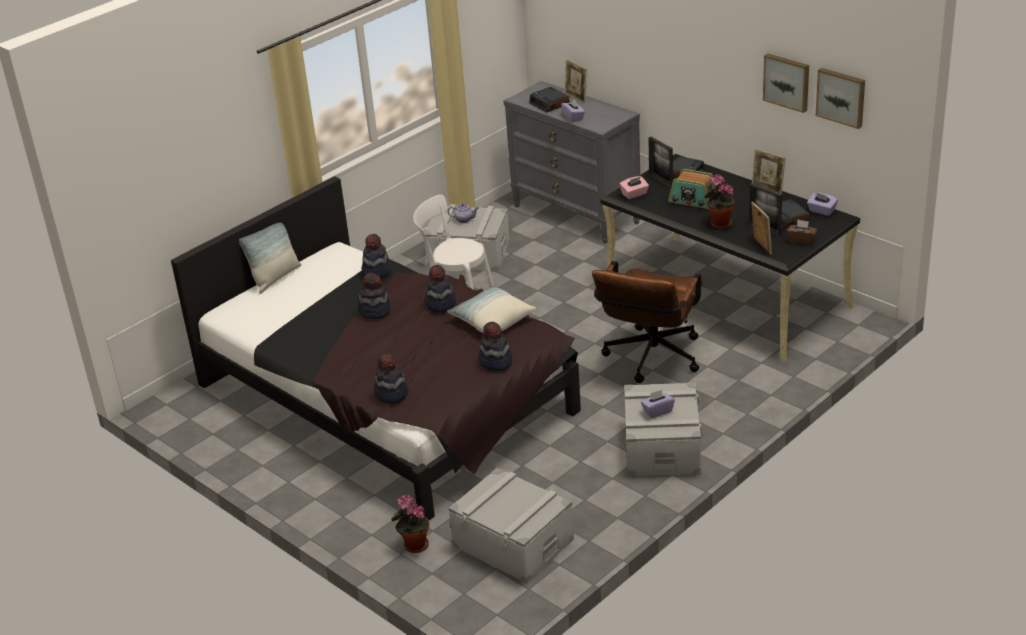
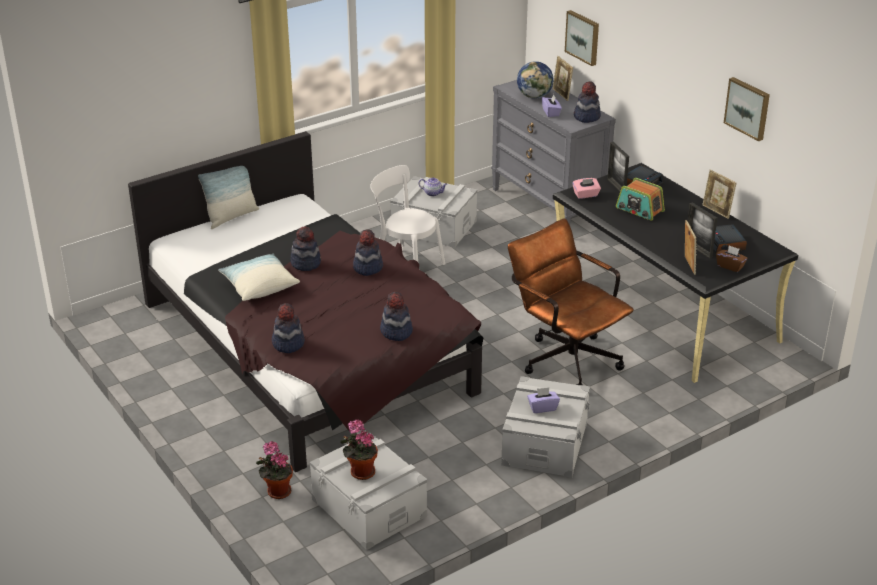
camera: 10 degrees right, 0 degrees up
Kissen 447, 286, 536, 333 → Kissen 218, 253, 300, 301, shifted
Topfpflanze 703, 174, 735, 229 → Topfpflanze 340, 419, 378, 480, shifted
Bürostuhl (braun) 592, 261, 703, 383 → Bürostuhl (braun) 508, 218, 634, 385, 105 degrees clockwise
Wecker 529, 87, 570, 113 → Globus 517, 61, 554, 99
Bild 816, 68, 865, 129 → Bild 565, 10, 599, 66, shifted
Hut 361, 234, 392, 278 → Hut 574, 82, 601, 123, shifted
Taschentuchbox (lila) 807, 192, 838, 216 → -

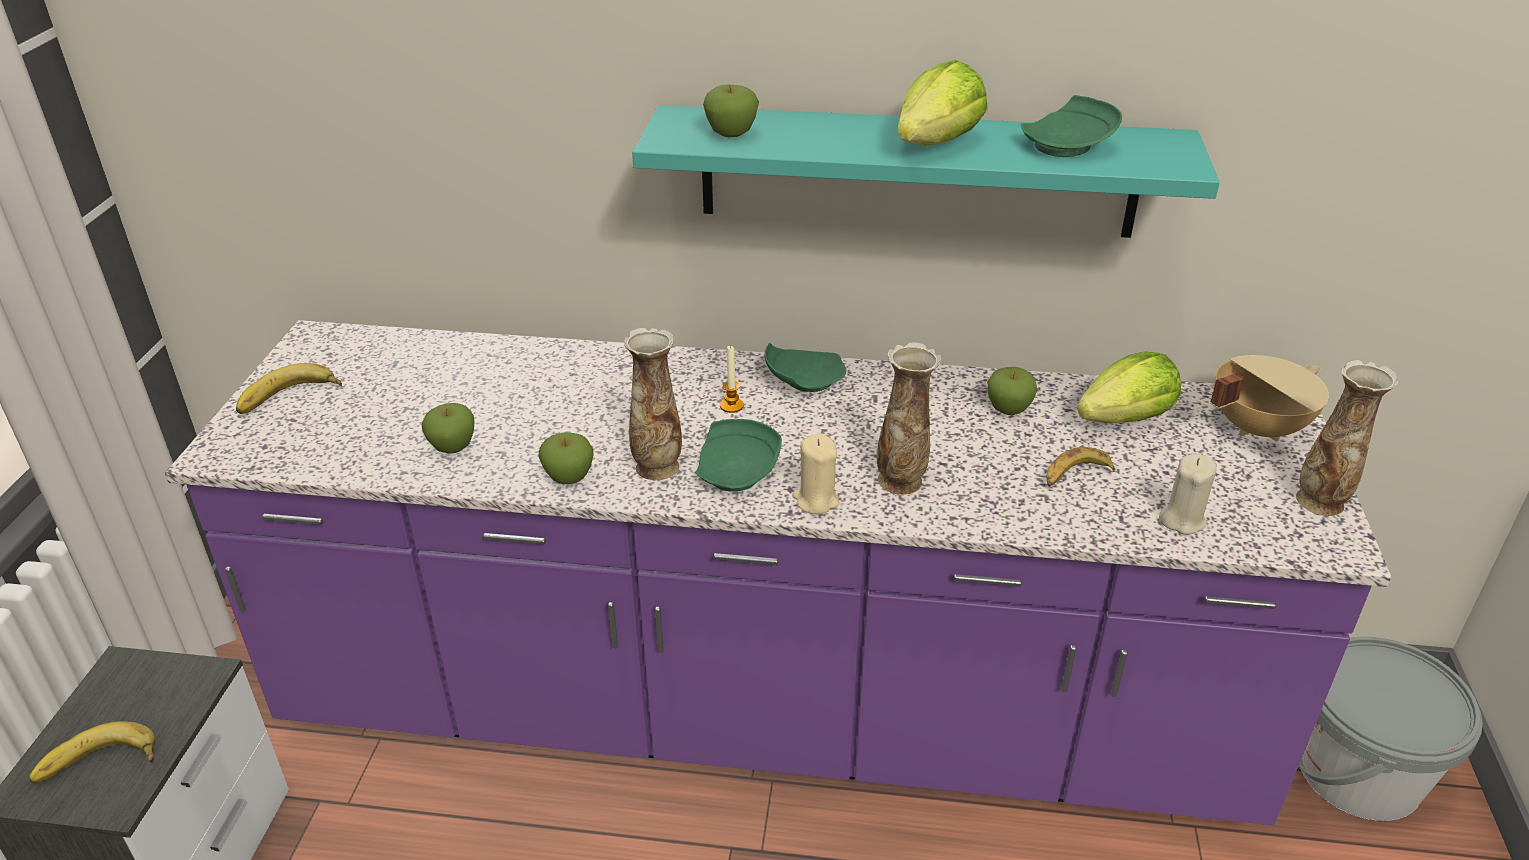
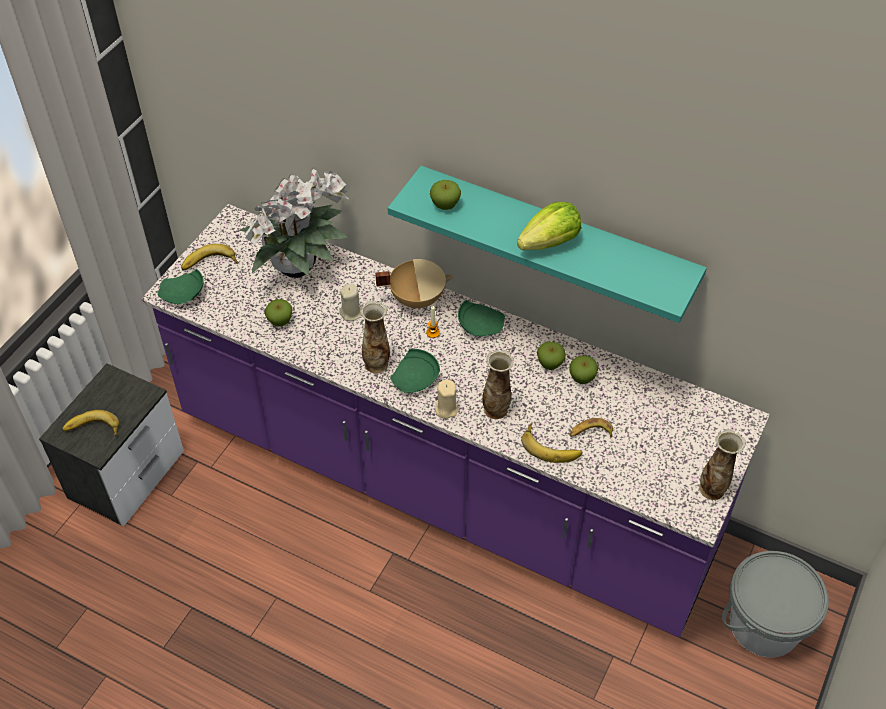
camera: 20 degrees right, 15 degrees up
Teller (grün) 1021, 95, 1122, 157 → Teller (grün) 158, 269, 204, 304, shifted
- → Topfpflanze 238, 169, 350, 278
Kerze (beige) 1159, 453, 1217, 535 → Kerze (beige) 339, 284, 362, 321, shifted
Kochtopf (beige) 1210, 355, 1329, 442 → Kochtopf (beige) 375, 259, 453, 309, shifted
- → Banane 521, 422, 582, 463
Apfel 539, 433, 593, 484 → Apfel 537, 341, 566, 370, shifted
Salatkopf 1077, 351, 1181, 423 → -

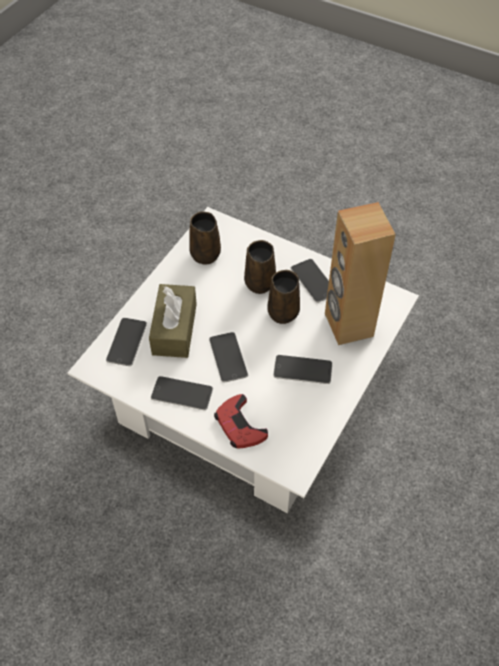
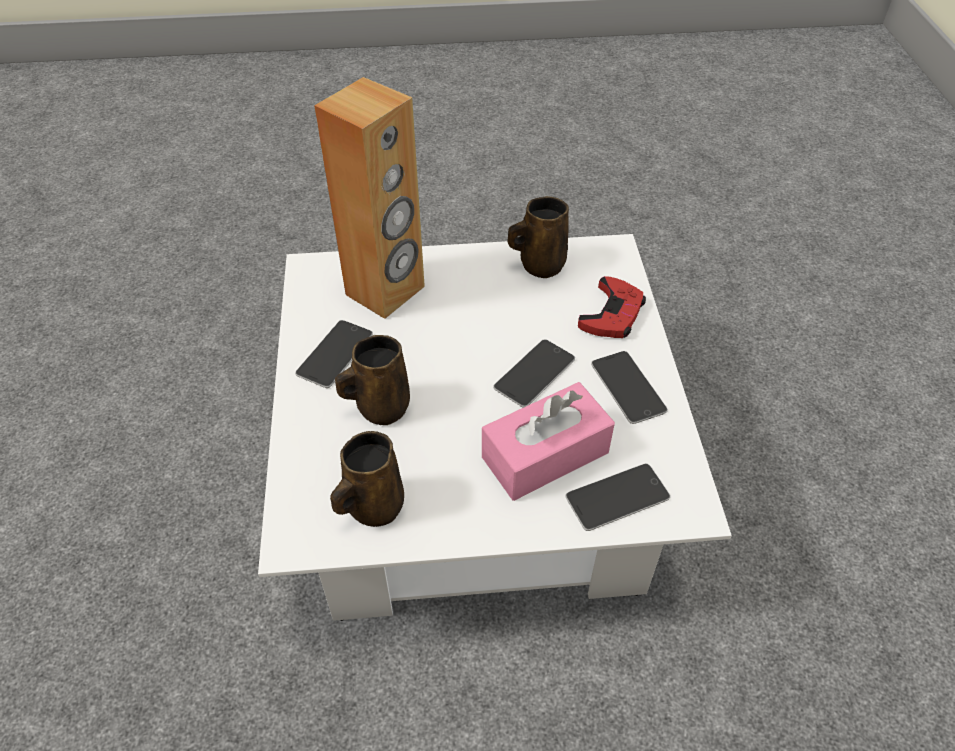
camera: 125 degrees left, 5 degrees down
Taschentuchbox (braun) 149, 284, 197, 358 → Taschentuchbox (rosa) 482, 382, 615, 501
Henkelbecher (braun) 267, 270, 300, 324 → Henkelbecher (braun) 508, 196, 569, 278, shifted
Handy 273, 355, 332, 384 → -

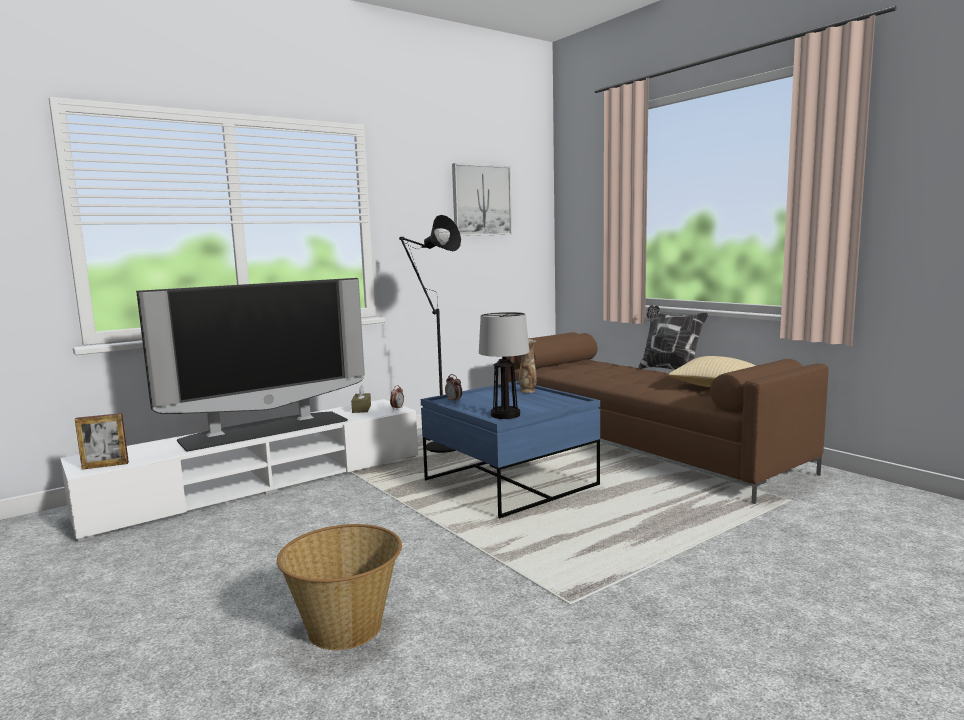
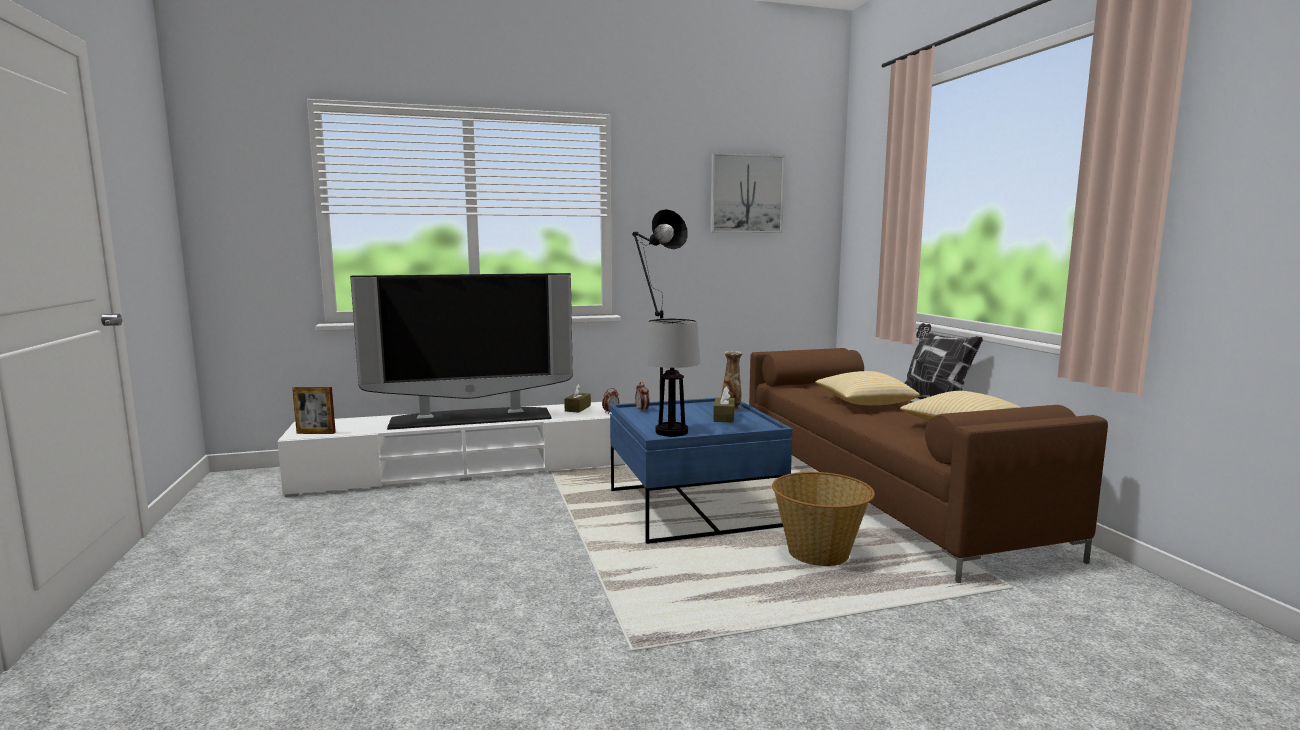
camera: 20 degrees right, 0 degrees up
- → Taschentuchbox (braun) 713, 386, 735, 423
Korb 277, 524, 402, 650 → Korb 772, 472, 875, 566, shifted
- → Kissen 815, 371, 920, 405

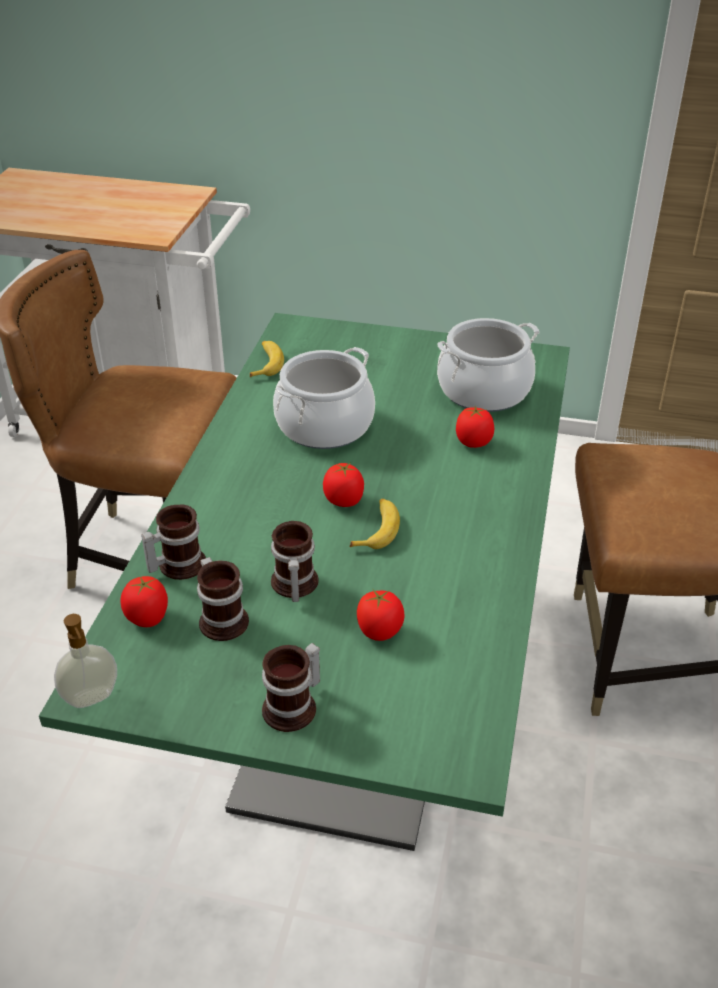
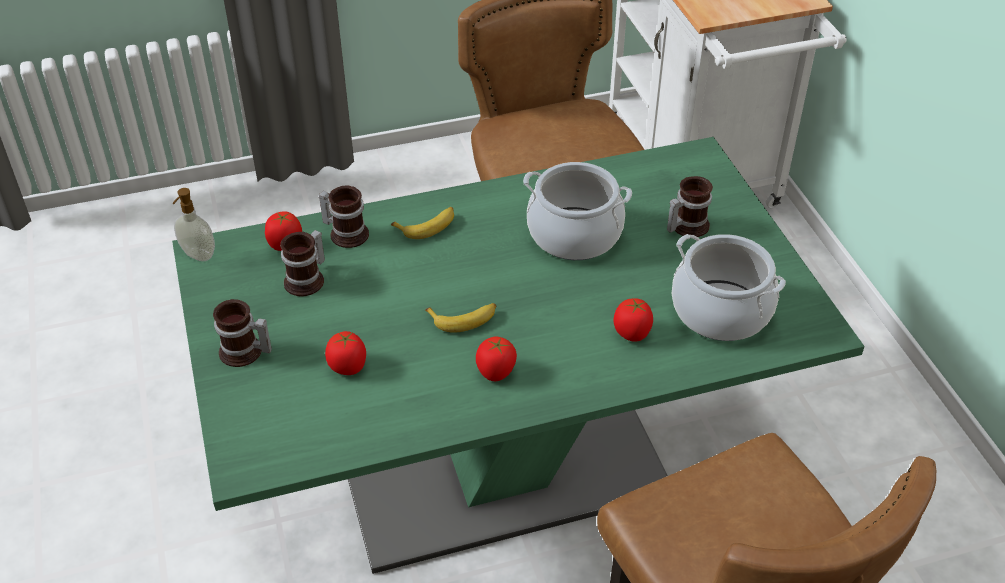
camera: 60 degrees right, 5 degrees up
Banane 250, 341, 284, 377 → Banane 391, 207, 454, 239, shifted
Tomate 323, 463, 364, 507 → Tomate 476, 337, 517, 381, shifted
Henkelbecher 271, 521, 319, 602 → Henkelbecher 667, 176, 713, 237, shifted

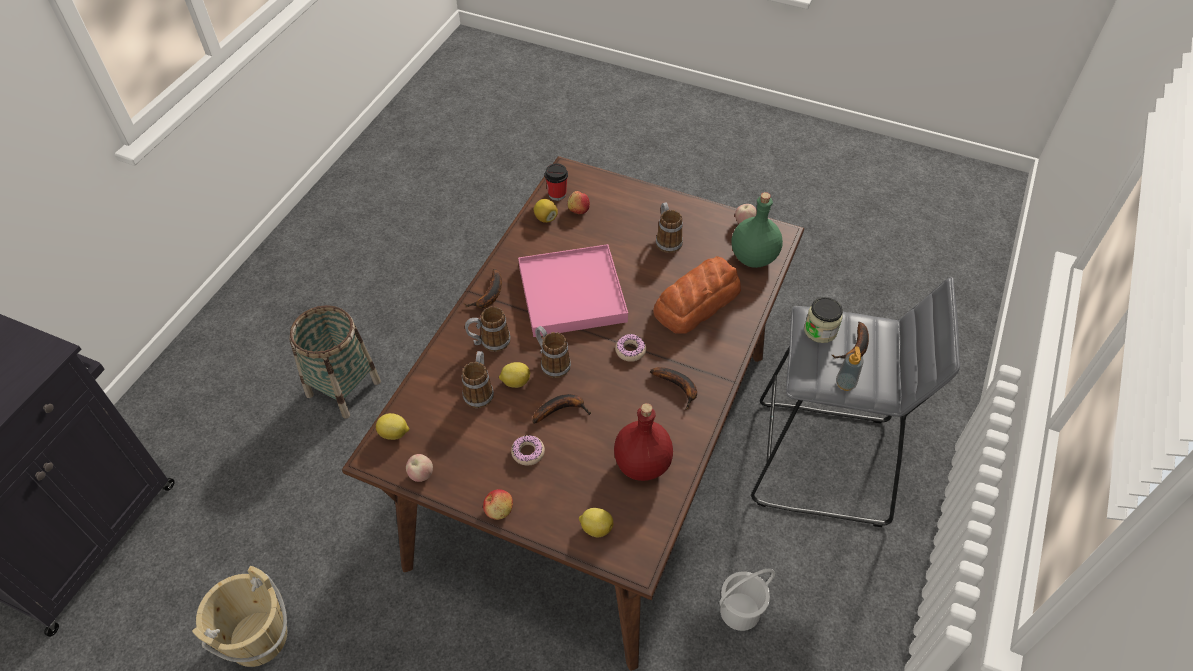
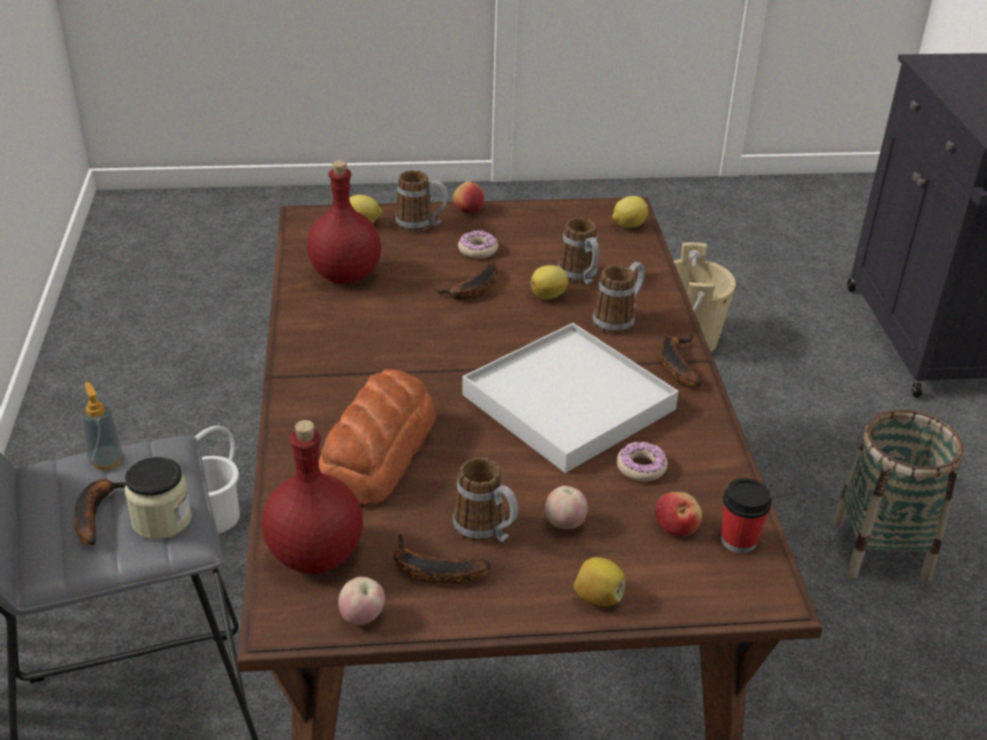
camera: 150 degrees right, 15 degrees down
Flasche (grün) 731, 192, 783, 268 → Flasche (rot) 262, 420, 363, 574
Banane 650, 367, 697, 410 → Banane 394, 533, 491, 584, shifted
Henkelbecher 535, 326, 571, 378 → Henkelbecher 395, 170, 448, 232, shifted
Tablett (rosa) 518, 244, 628, 337 → Tablett (weiß) 462, 323, 679, 473
Apfel 406, 454, 433, 482 → Apfel 545, 486, 588, 529, shifted
Zitrone 534, 199, 558, 223 → Zitrone 574, 557, 625, 606, shifted
Donut 615, 334, 646, 362 → Donut 616, 442, 668, 482, shifted

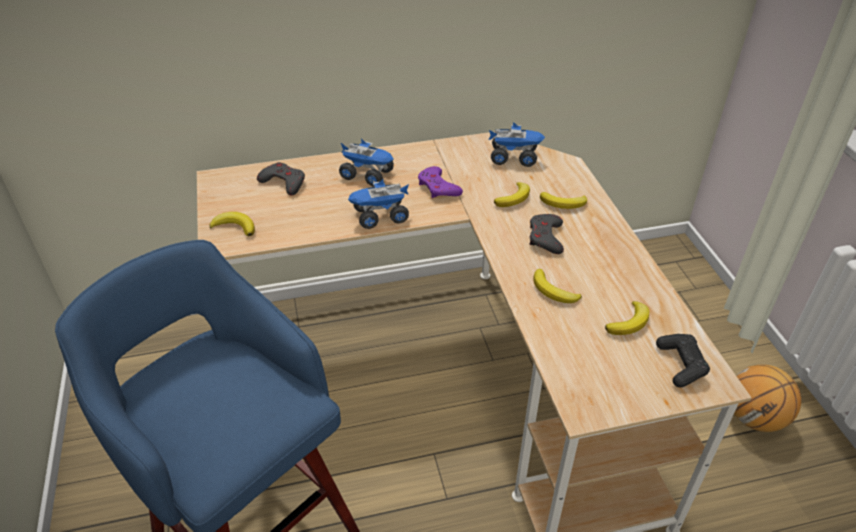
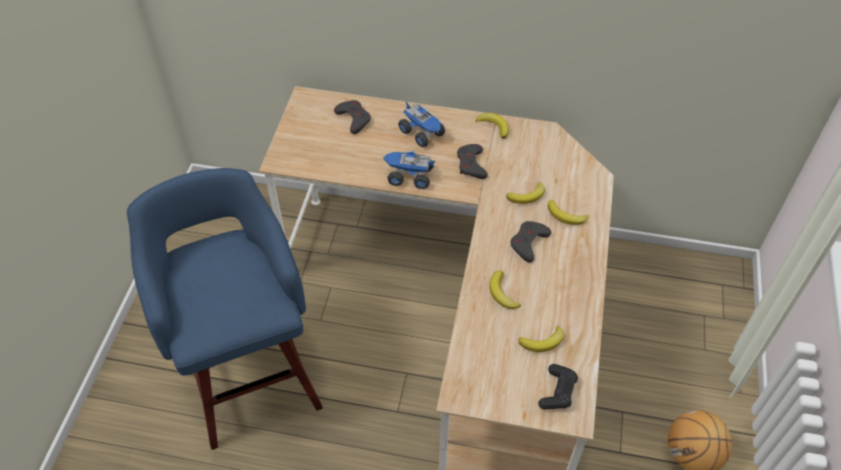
camera: 25 degrees right, 10 degrees up
Gamepad (lila) 418, 166, 463, 198 → Gamepad (grau) 457, 144, 488, 179
Banane 209, 212, 255, 236 → Banane 476, 113, 509, 138, shifted
Spielzeuglaster 489, 122, 545, 167 → -

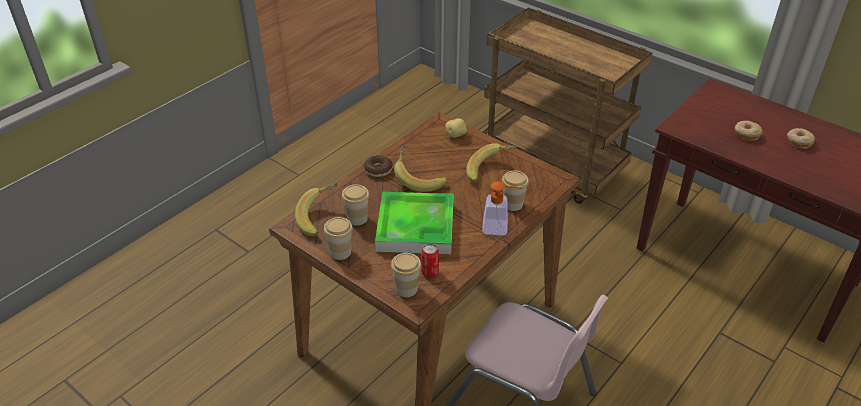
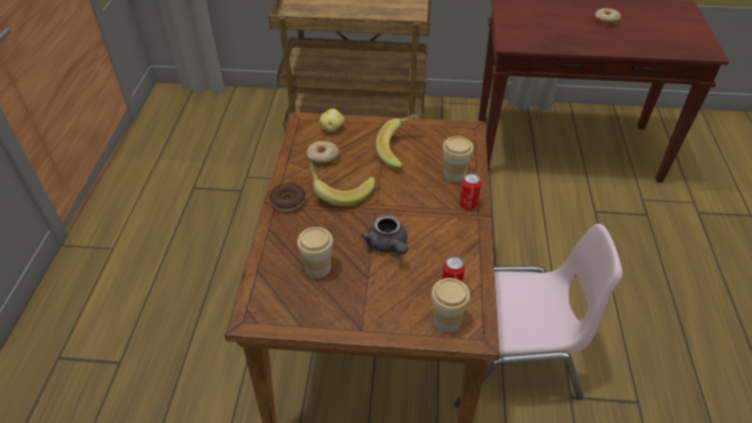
camera: 35 degrees left, 5 degrees up
Donut 735, 121, 763, 141 → Donut 307, 141, 340, 167, shifted
Tablett 375, 192, 454, 254 → Teekanne (grau) 362, 215, 408, 255
Seifenspender 482, 181, 522, 236 → Dose 459, 173, 481, 210
Banane 295, 183, 338, 236 → -
Tasse 324, 217, 353, 260 → -

